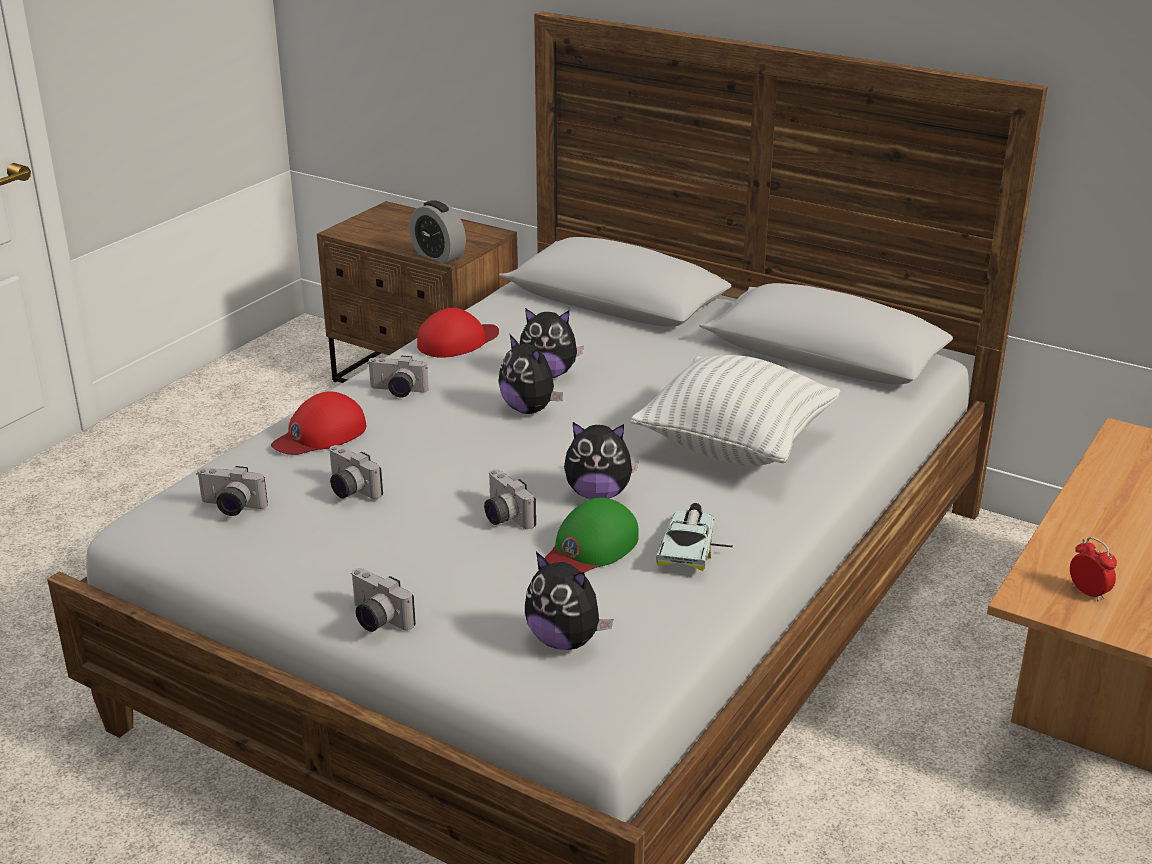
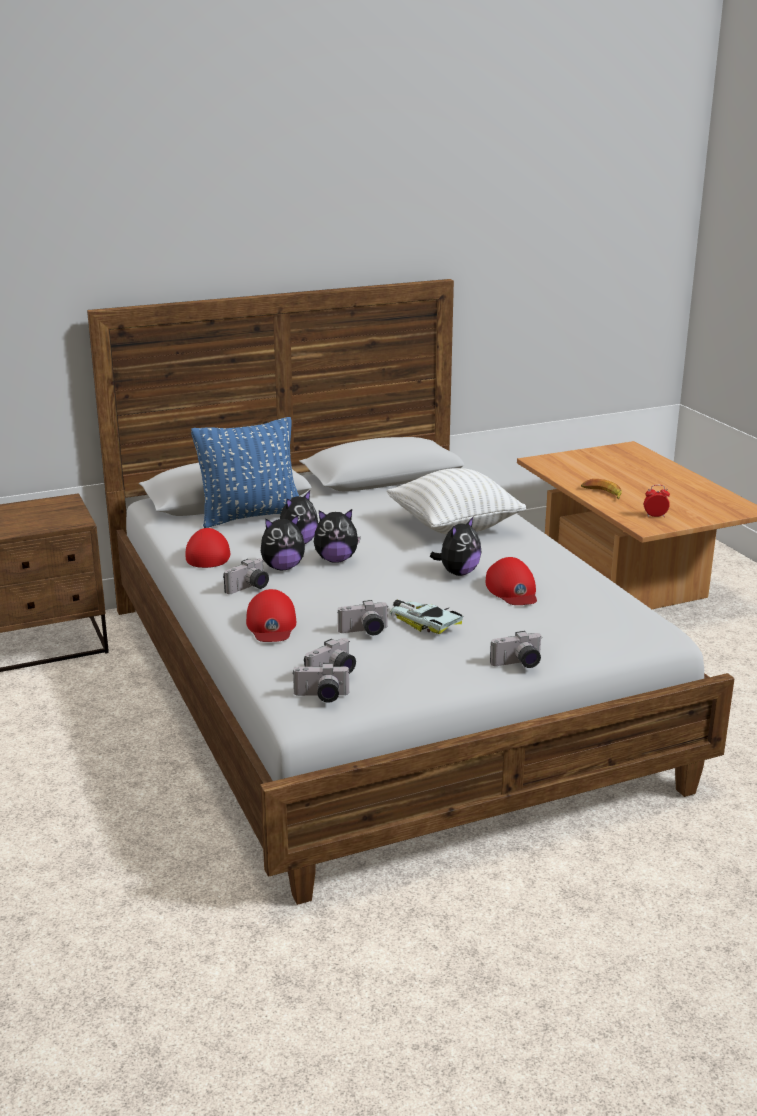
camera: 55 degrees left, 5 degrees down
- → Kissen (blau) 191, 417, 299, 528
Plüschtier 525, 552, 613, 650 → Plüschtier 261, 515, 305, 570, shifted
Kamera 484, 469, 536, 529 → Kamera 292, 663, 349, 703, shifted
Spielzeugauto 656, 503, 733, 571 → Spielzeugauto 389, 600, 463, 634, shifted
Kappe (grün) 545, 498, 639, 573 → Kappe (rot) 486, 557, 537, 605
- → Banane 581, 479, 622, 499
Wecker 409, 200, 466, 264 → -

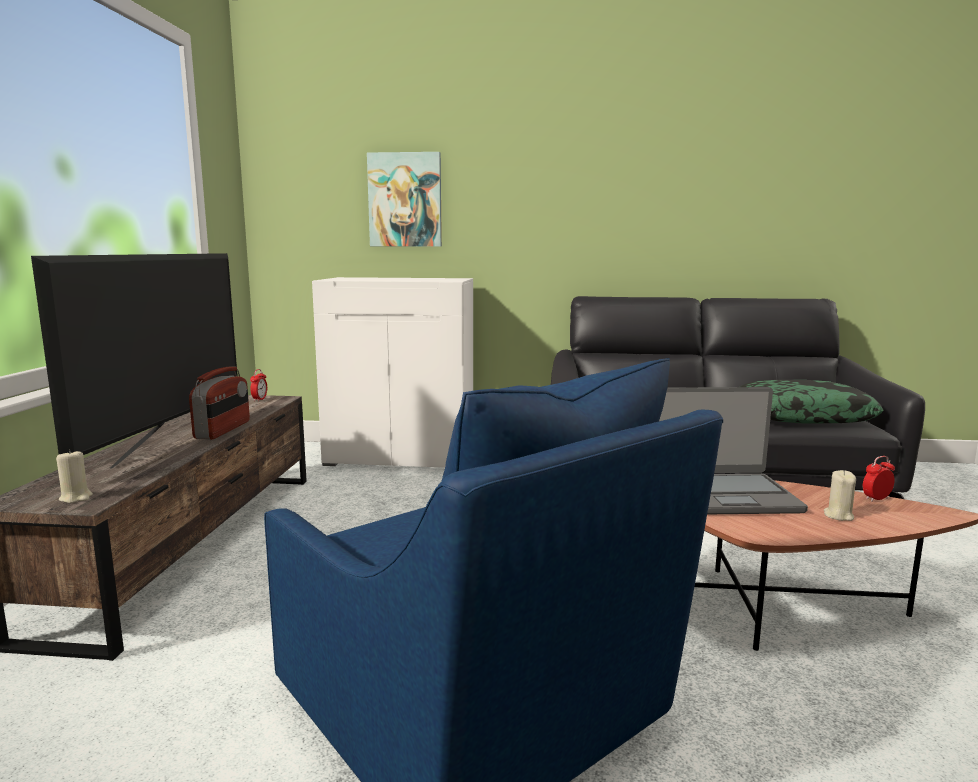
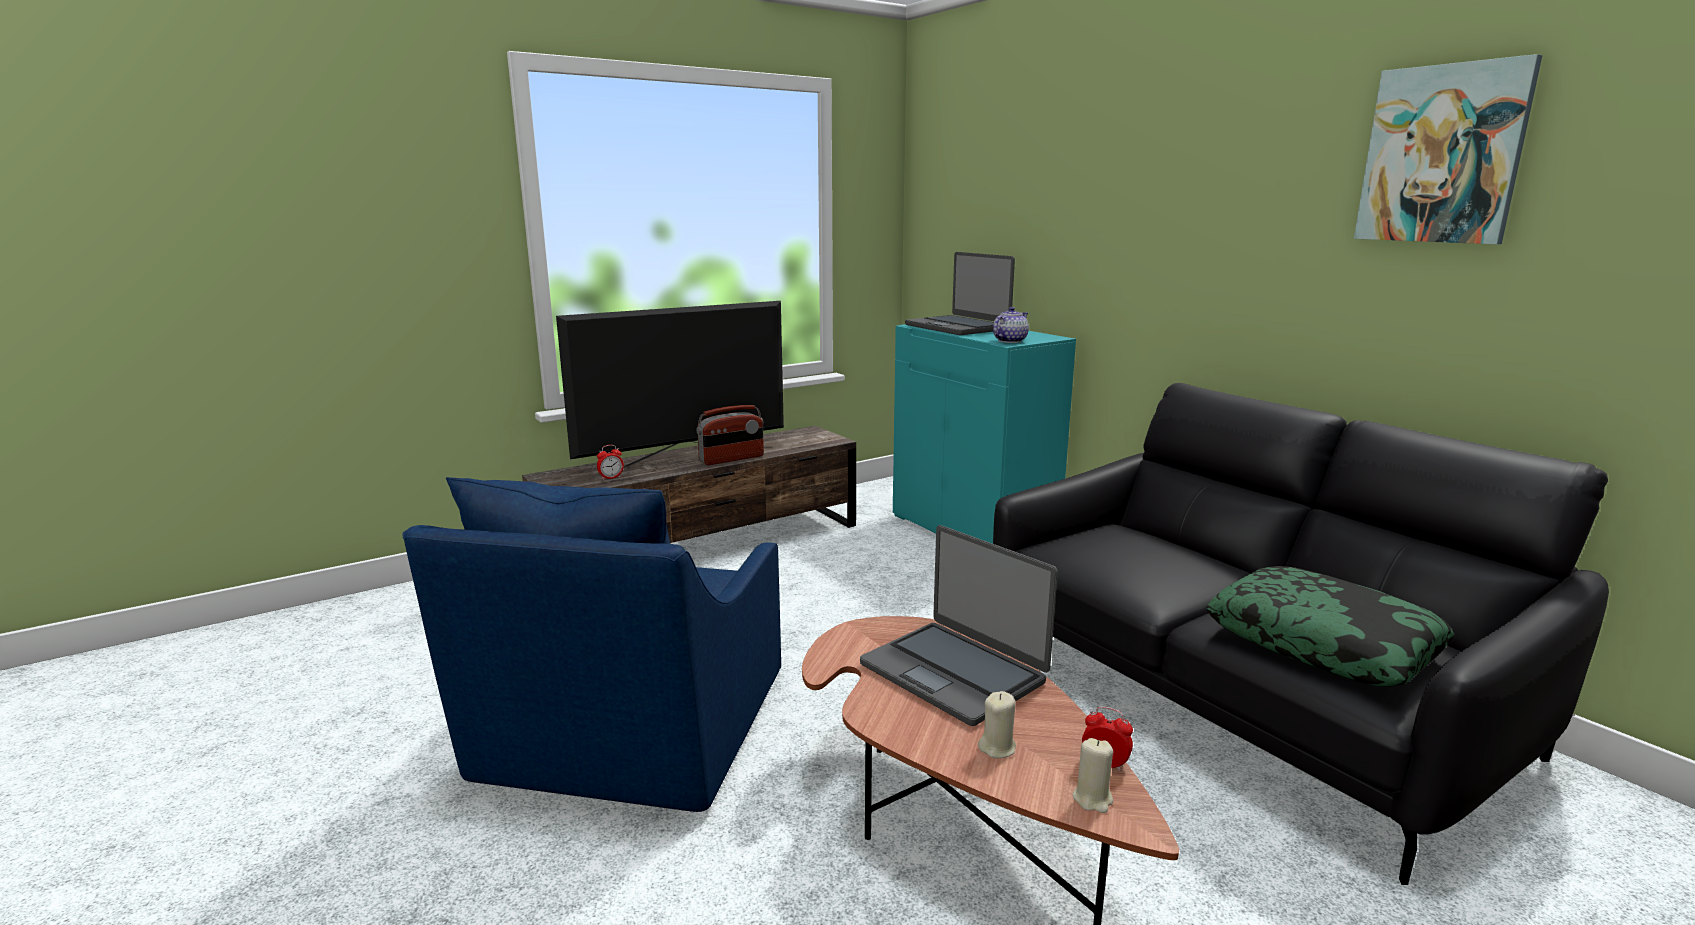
camera: 50 degrees right, 5 degrees up
Wecker 250, 369, 267, 401 → Wecker 597, 445, 624, 480, shifted
Schrank (weiß) 312, 277, 473, 468 → Schrank (türkis) 893, 324, 1076, 544
- → Laptop 905, 252, 1015, 335
- → Teekanne 993, 307, 1029, 343
Kerze (beige) 56, 449, 93, 503 → Kerze (beige) 1073, 738, 1113, 813, shifted
Bild 367, 152, 442, 247 → Bild 1354, 54, 1542, 244, shifted

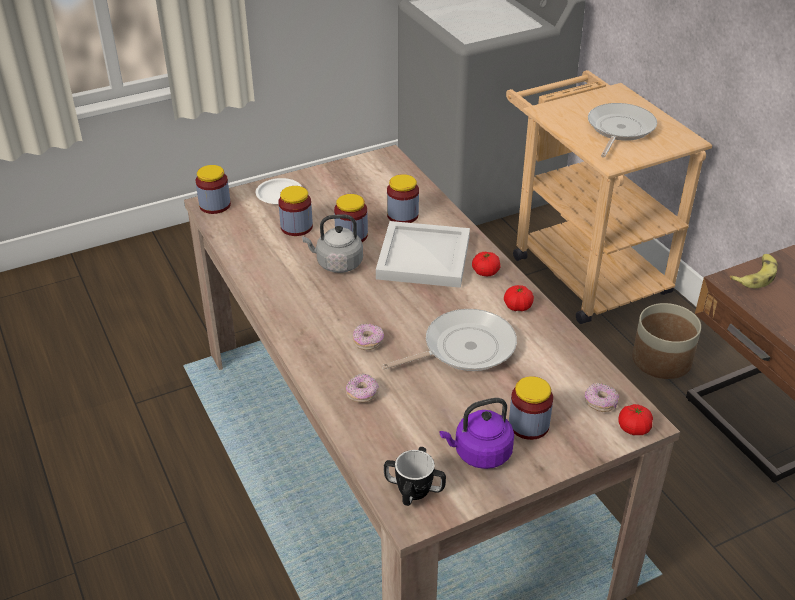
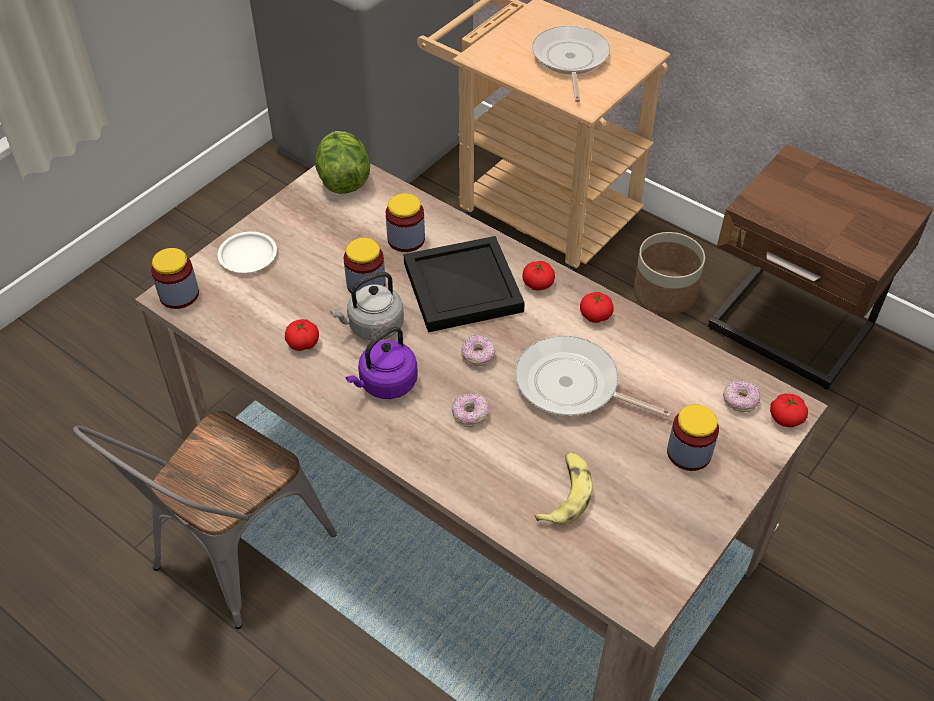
camera: 25 degrees left, 10 degrees up
- → Stuhl (grau) 73, 411, 337, 629
- → Tomate 285, 319, 319, 351
- → Salatkopf 315, 131, 370, 194
Wasserkessel (lila) 439, 398, 514, 469 → Wasserkessel (lila) 346, 326, 418, 399, shifted
Tablett (weiß) 376, 221, 470, 288 → Tablett (schwarz) 404, 236, 525, 332
Donut 346, 374, 379, 402 → Donut 461, 335, 496, 366, shifted
Pfanne 381, 309, 517, 371 → Pfanne 515, 336, 671, 417, 105 degrees counterclockwise
Banane 730, 254, 778, 288 → Banane 535, 452, 593, 525, shifted
Vorratsglas 278, 186, 313, 236 → -
Henkelbecher 384, 447, 446, 506 → -

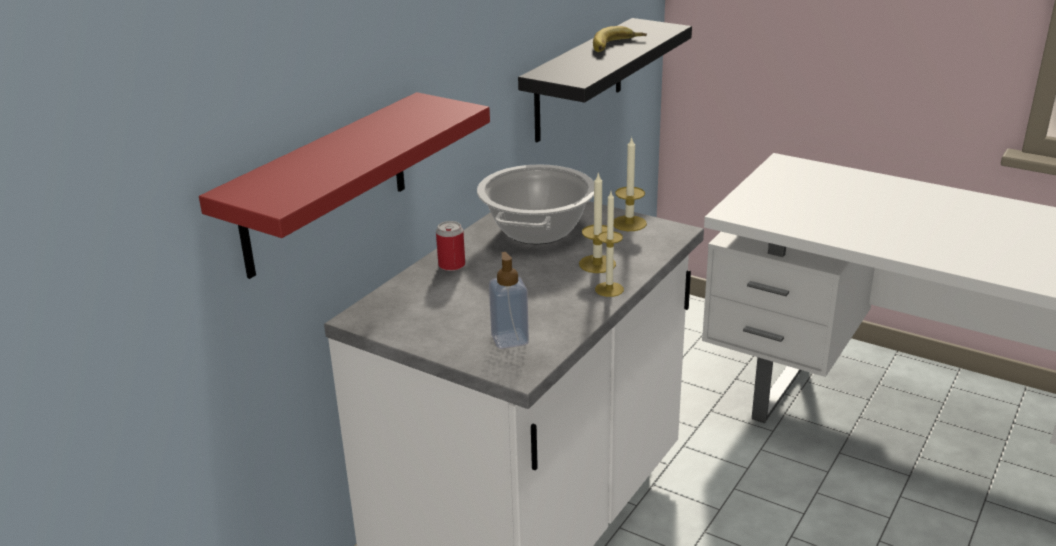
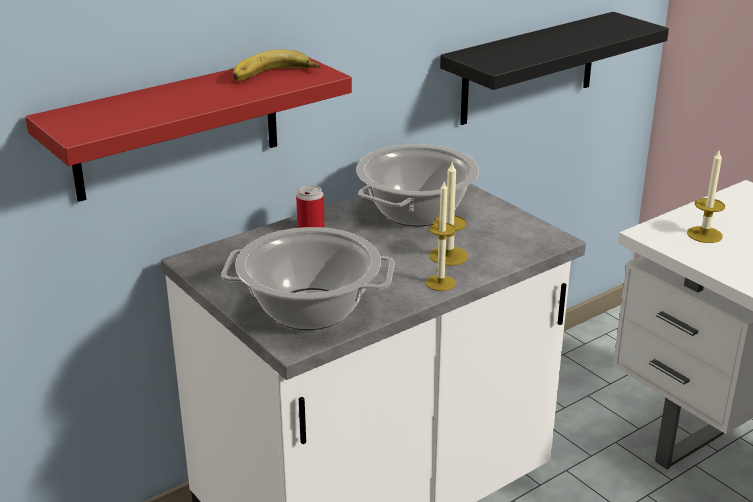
camera: 20 degrees right, 0 degrees up
Seifenspender 489, 252, 529, 349 → Kochtopf 221, 227, 394, 330
Banane 593, 26, 647, 52 → Banane 233, 50, 320, 81, shifted
Kerze 614, 137, 647, 231 → Kerze 687, 149, 725, 243, shifted

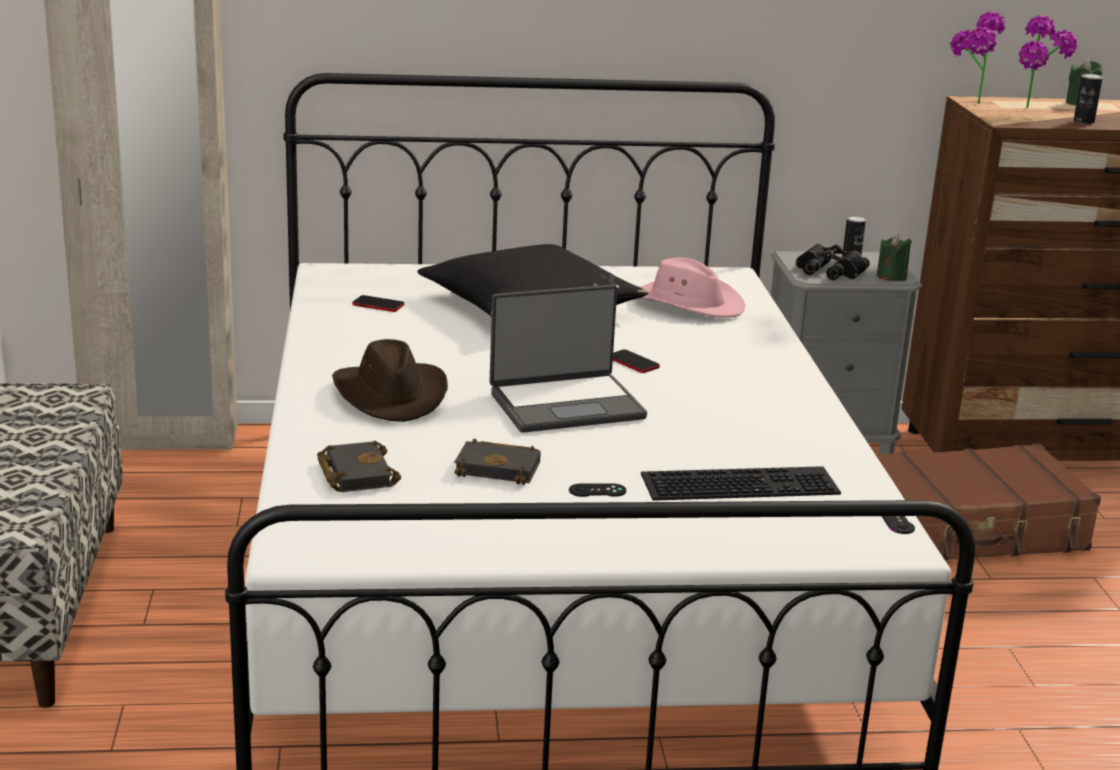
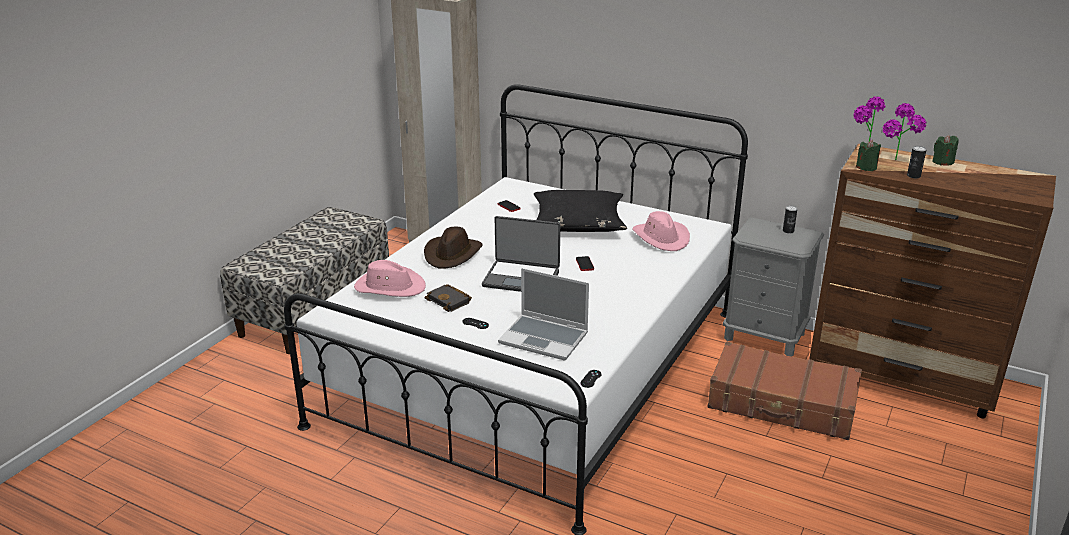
camera: 35 degrees right, 5 degrees up
Buch (schwarz) 317, 441, 401, 492 → Hut (rosa) 354, 260, 426, 297
Tastatur 641, 466, 841, 501 → Laptop 498, 268, 589, 360
Kerze (grün) 877, 234, 912, 281 → Kerze (grün) 856, 140, 881, 171, shifted
Fernglas (schwarz) 796, 244, 870, 280 → -

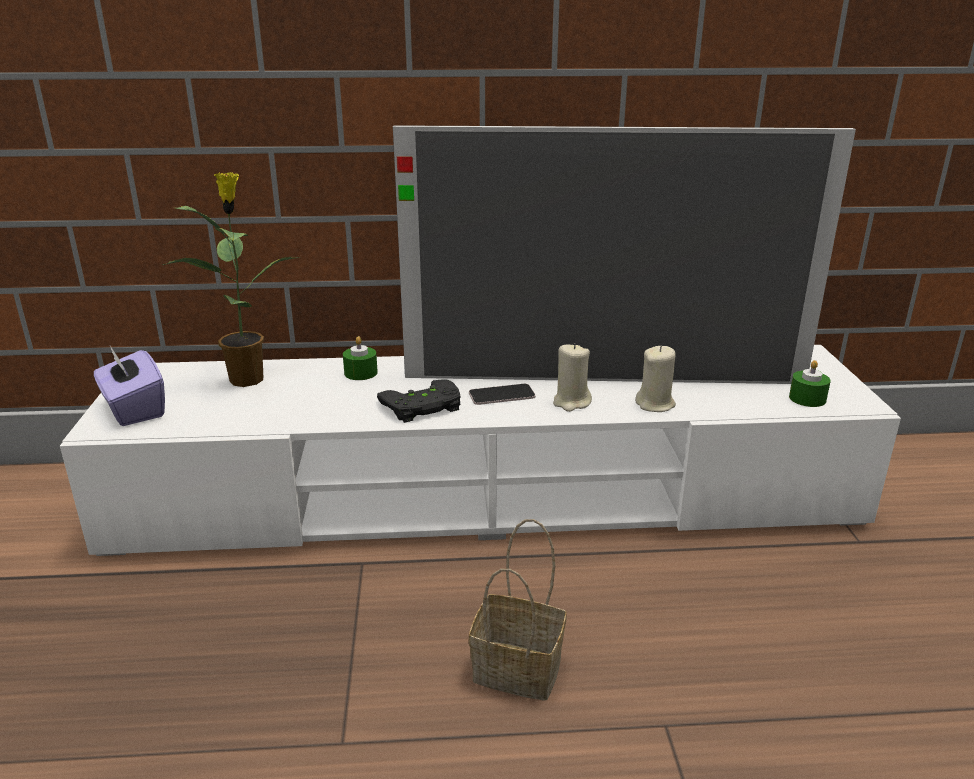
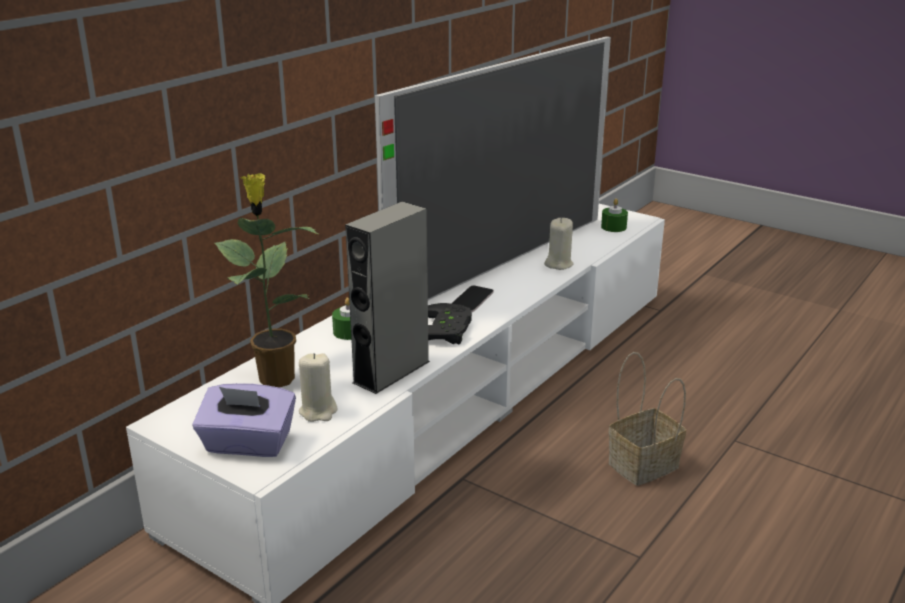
camera: 50 degrees left, 0 degrees up
Kerze (beige) 553, 343, 592, 412 → Kerze (beige) 299, 353, 337, 422, shifted
- → Lautsprecher (grau) 345, 201, 430, 394

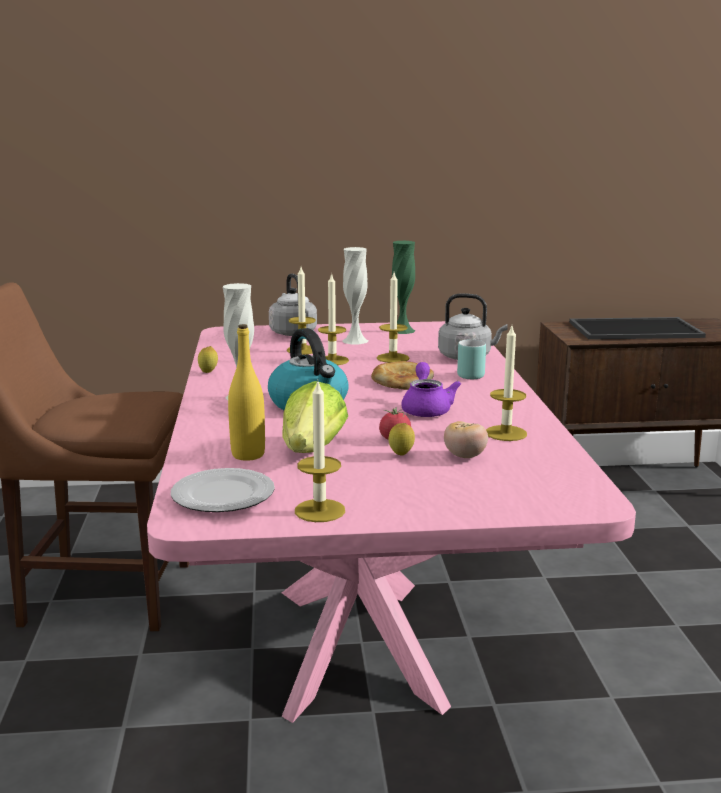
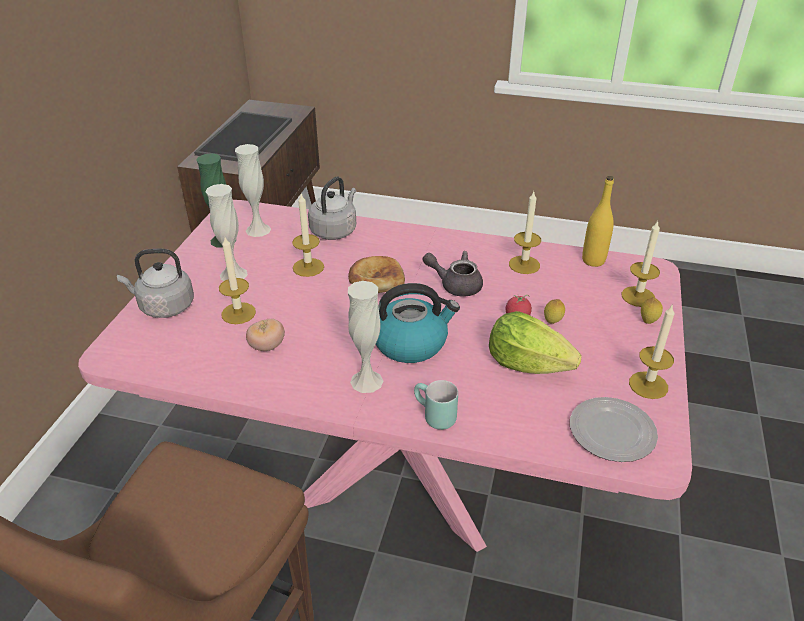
camera: 70 degrees left, 20 degrees up
- → Vase (weiß) 235, 144, 271, 237
Tomate 444, 421, 488, 458 → Tomate 246, 319, 285, 351, shifted
Henkelbecher (türkis) 457, 339, 486, 379 → Henkelbecher (türkis) 414, 380, 458, 430, shifted
Teekanne (lila) 401, 362, 461, 417 → Teekanne (grau) 423, 251, 483, 297
Flasche (gelb) 228, 324, 265, 461 → Flasche (gelb) 582, 176, 614, 267, shifted
Kerze 318, 273, 349, 365 → Kerze 622, 221, 660, 307, shifted
Zitrone 198, 346, 218, 373 → Zitrone 641, 297, 663, 324, shifted

